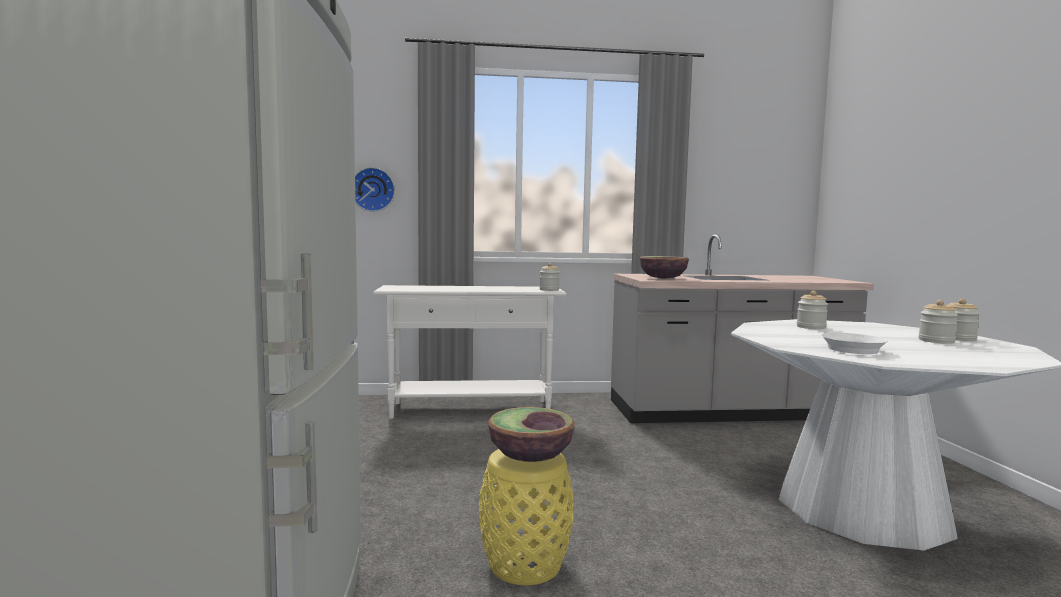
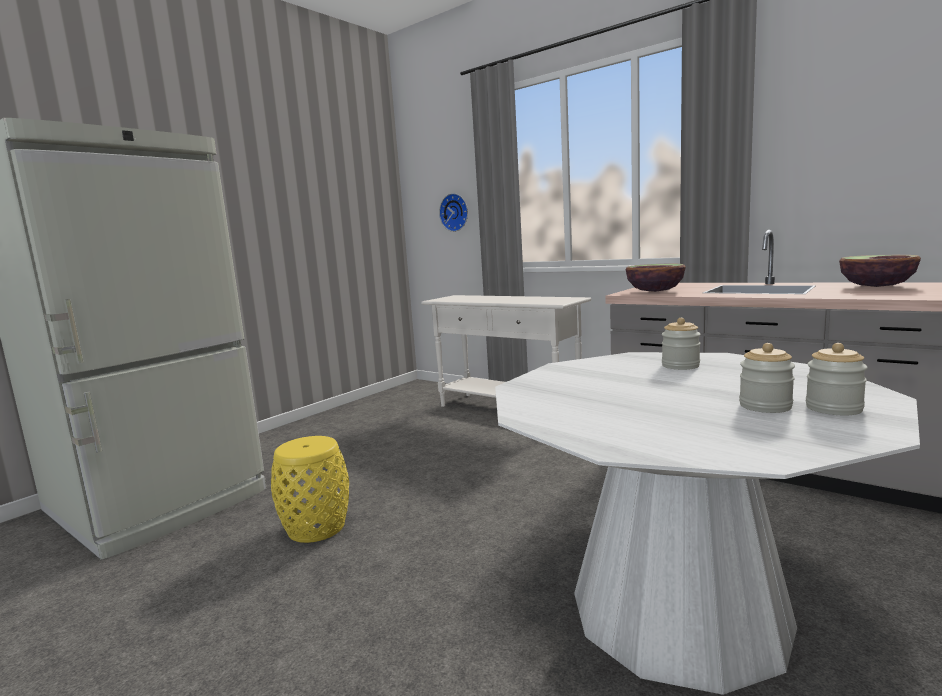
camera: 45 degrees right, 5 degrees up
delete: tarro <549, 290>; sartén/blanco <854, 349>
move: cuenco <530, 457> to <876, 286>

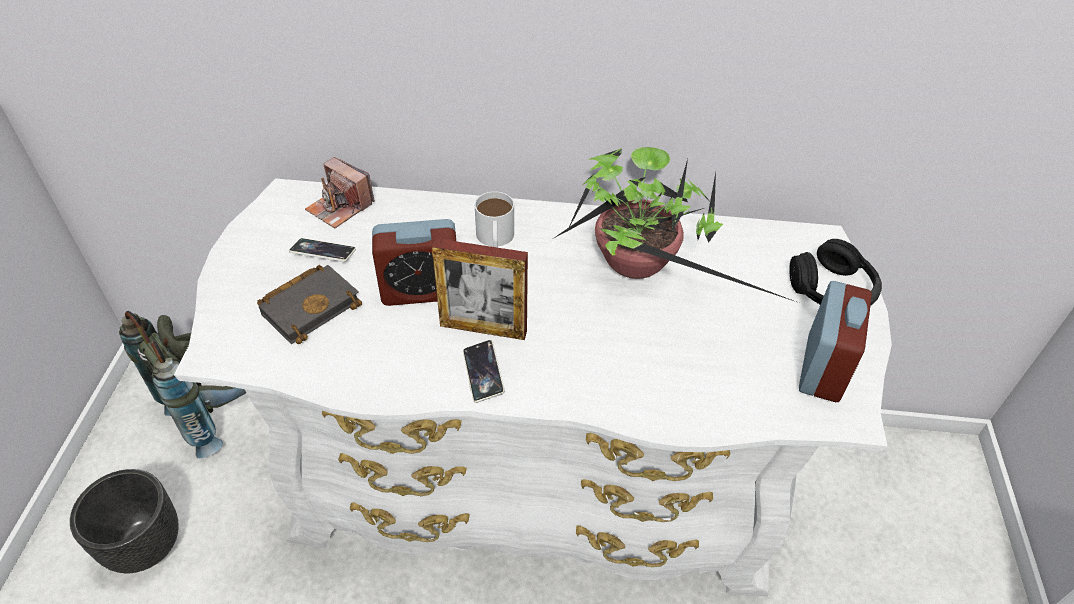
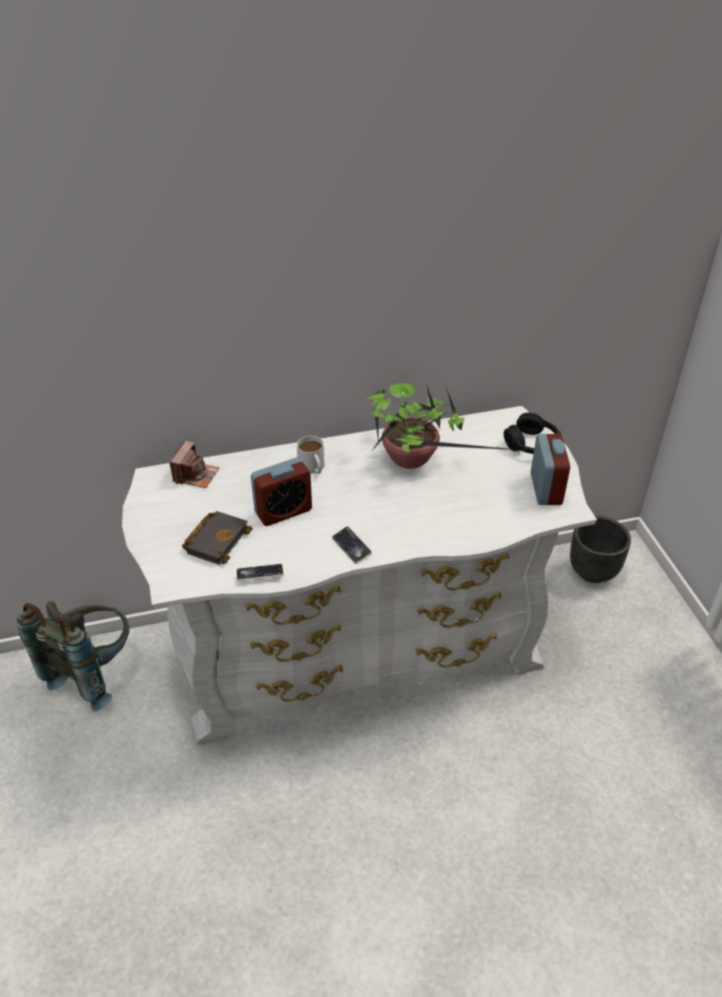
camera: 20 degrees left, 5 degrees down
delete: portarretratos <483, 328>
move: móvil <323, 253> to <260, 574>; maceta/negro <147, 545> to <593, 571>
rotate: cámara <340, 207> = <195, 475> 90 degrees counterclockwise

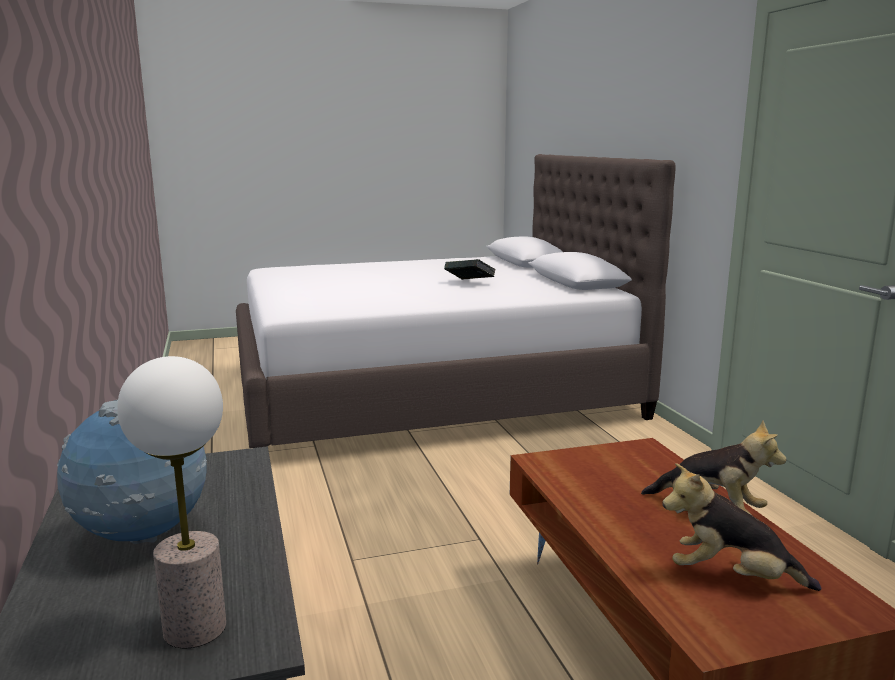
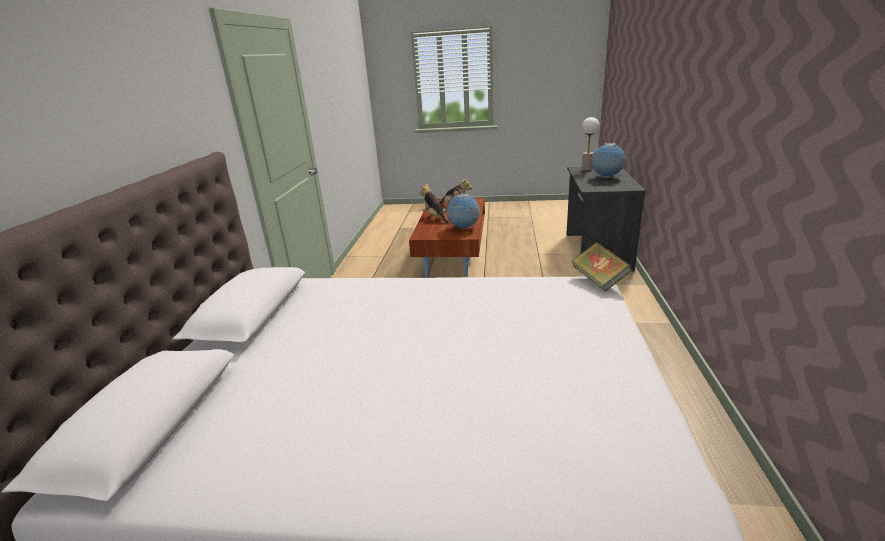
camera: 155 degrees left, 10 degrees up
insert: globo terráqueo <463, 228>
move: libro <469, 283> to <599, 280>

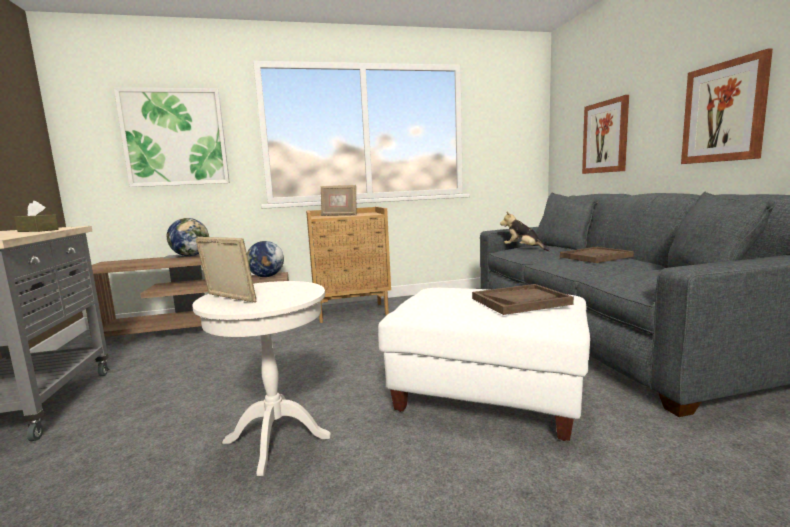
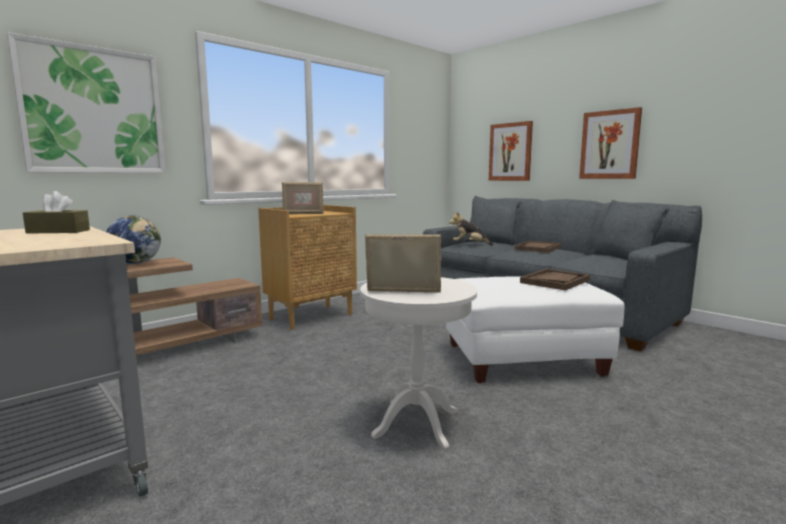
camera: 30 degrees left, 0 degrees up
delete: globo terráqueo <266, 276>

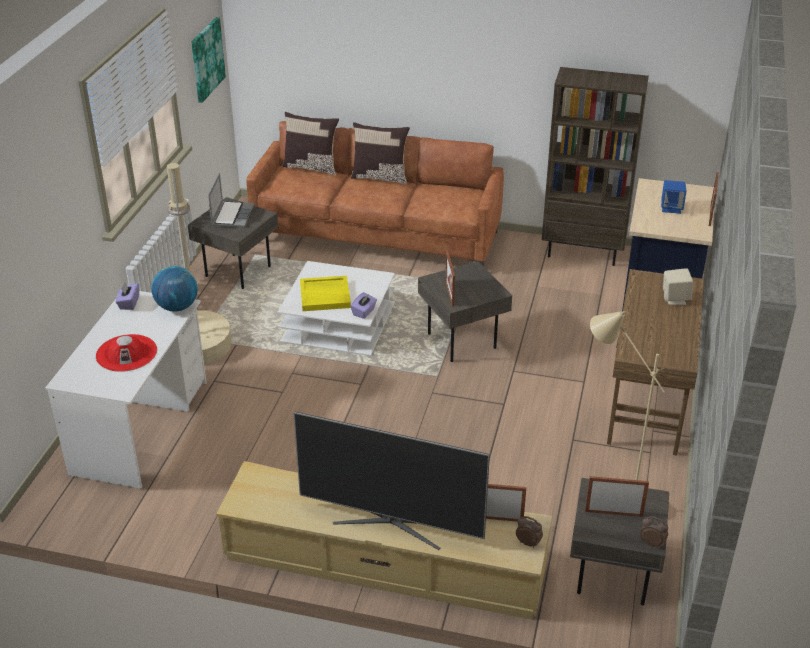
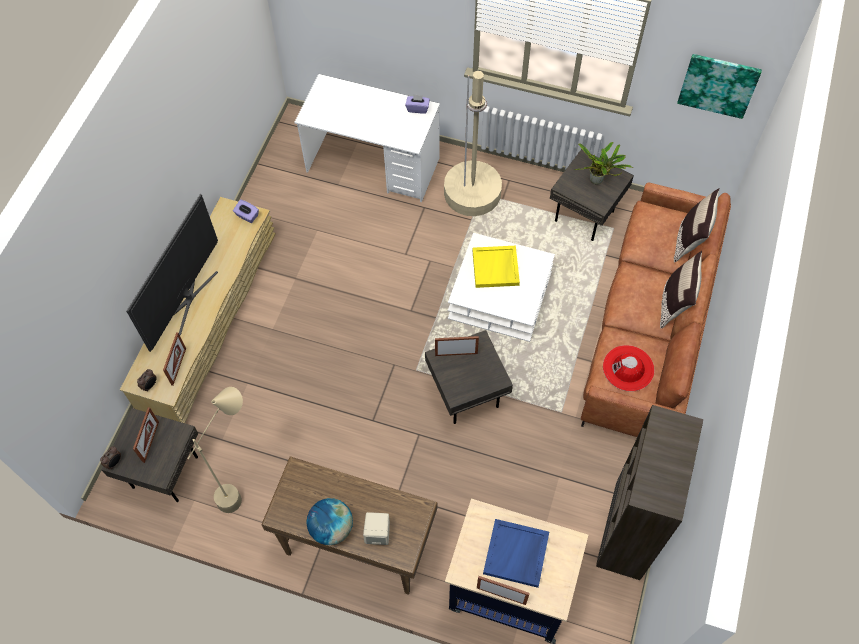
camera: 95 degrees right, 25 degrees up
move: caja de pañuelos/morado <364, 312> to <247, 216>; globo terráqueo <177, 307> to <331, 528>; sombrero/rojo <126, 353> to <628, 368>
replace: altavoz/azul <671, 208> to bandeja/azul <516, 554>; portátil <232, 215> to planta en maceta <598, 181>

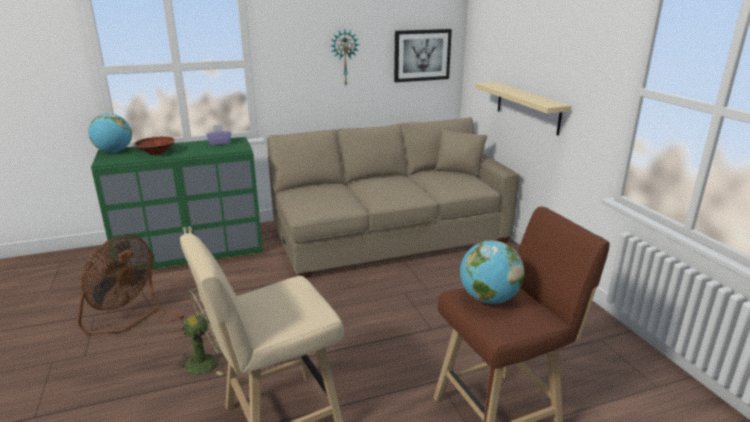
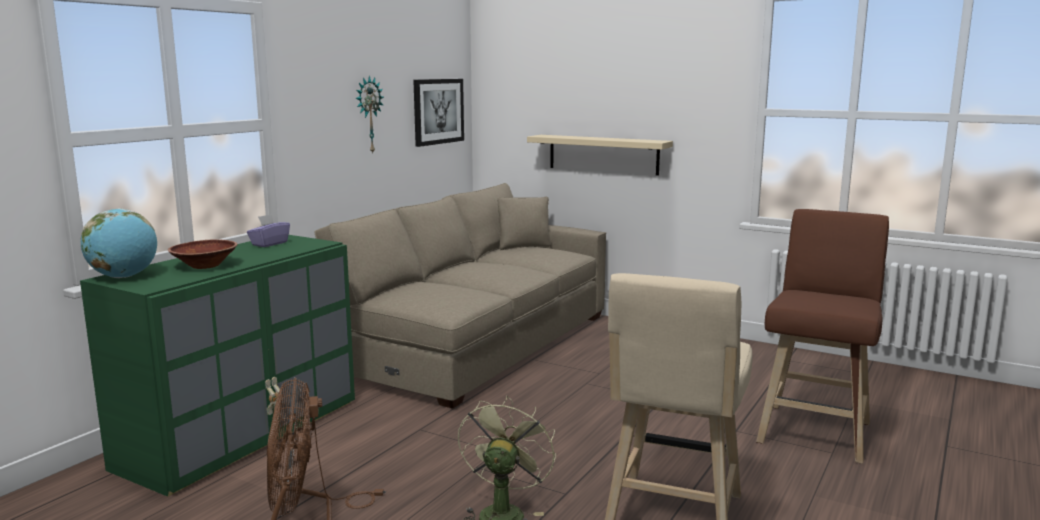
camera: 40 degrees left, 10 degrees down
delete: globo terráqueo <488, 299>

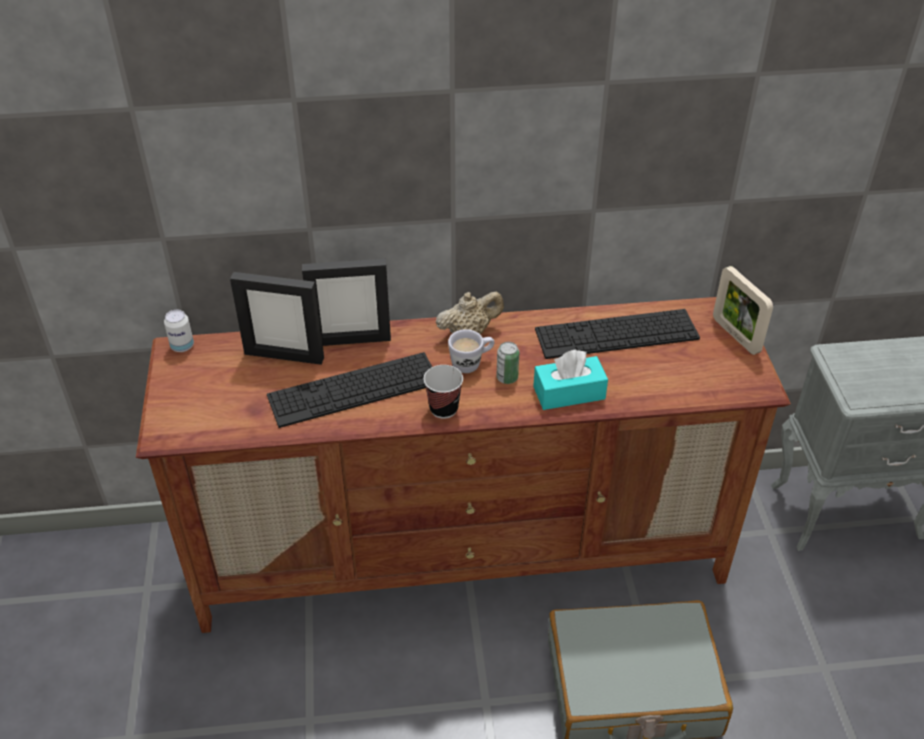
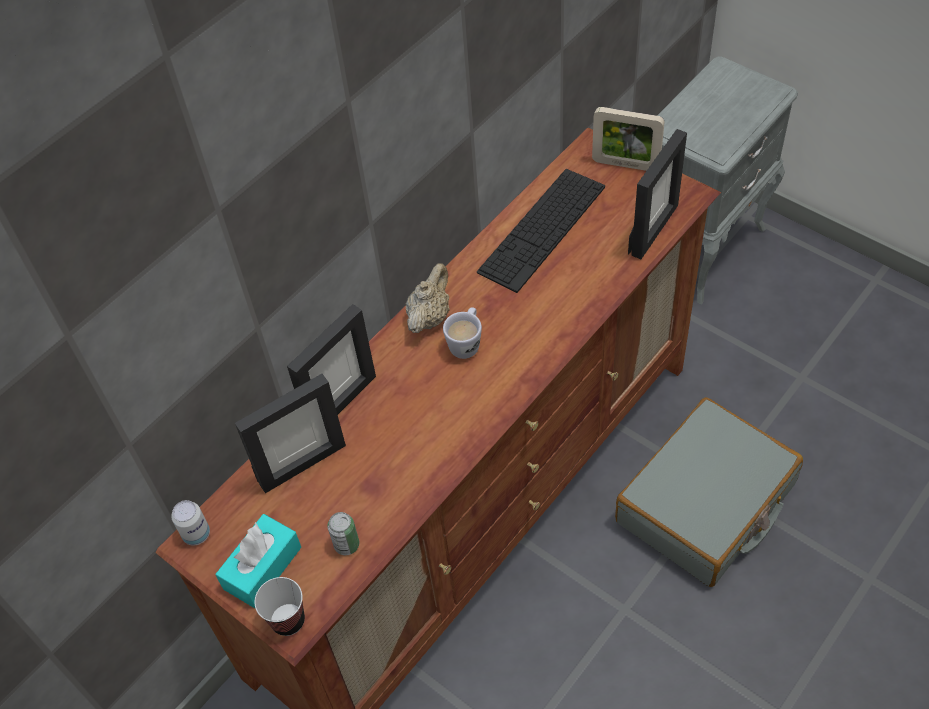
camera: 40 degrees left, 10 degrees up
delete: teclado <354, 389>
insert: portarretratos <653, 229>
move: caja de pañuelos/turquesa <569, 393> to <262, 568>; taza <443, 409> to <288, 620>; lata <507, 378> to <347, 545>

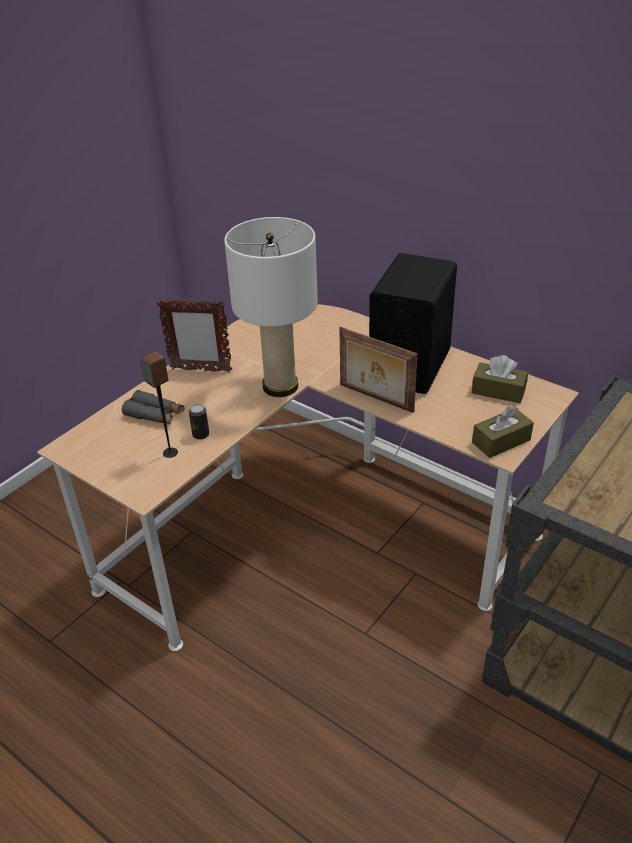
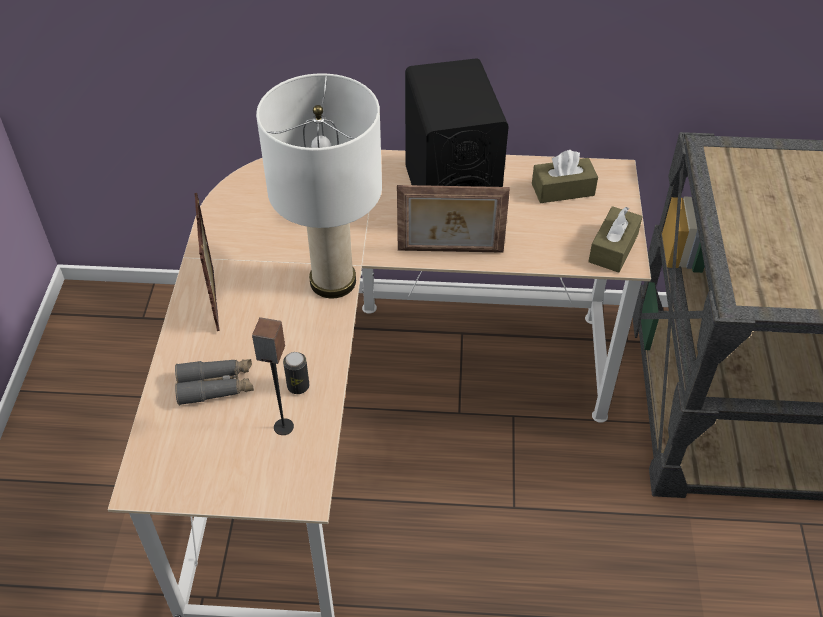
camera: 35 degrees left, 10 degrees up
rotate: portarretratos <200, 370> = <216, 300> 105 degrees clockwise

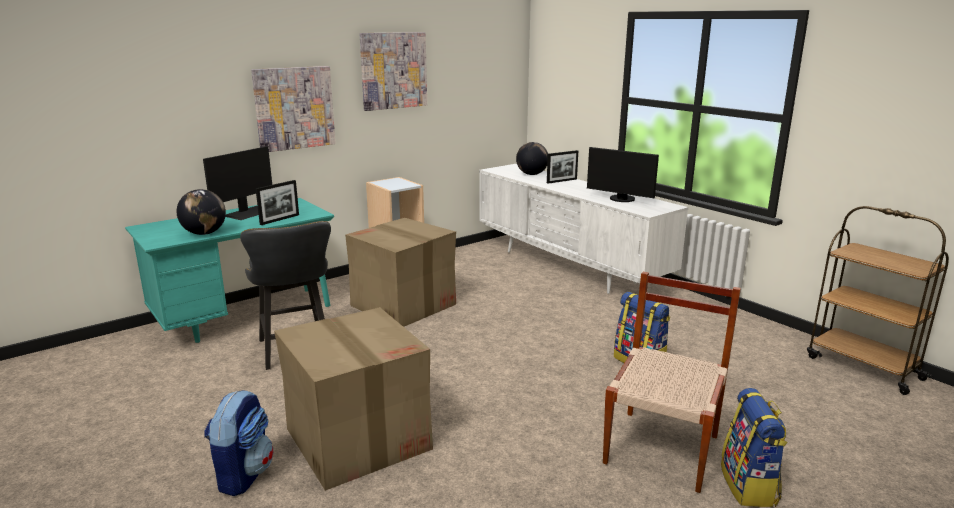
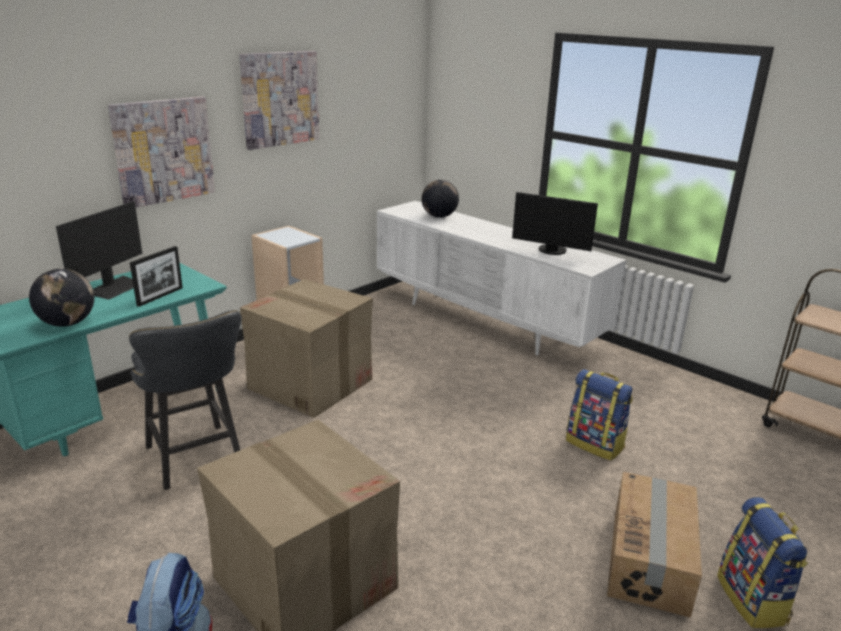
camera: 10 degrees left, 5 degrees up
delete: portarretratos <561, 181>
replace: silla <662, 448> to caja de cartón <650, 559>

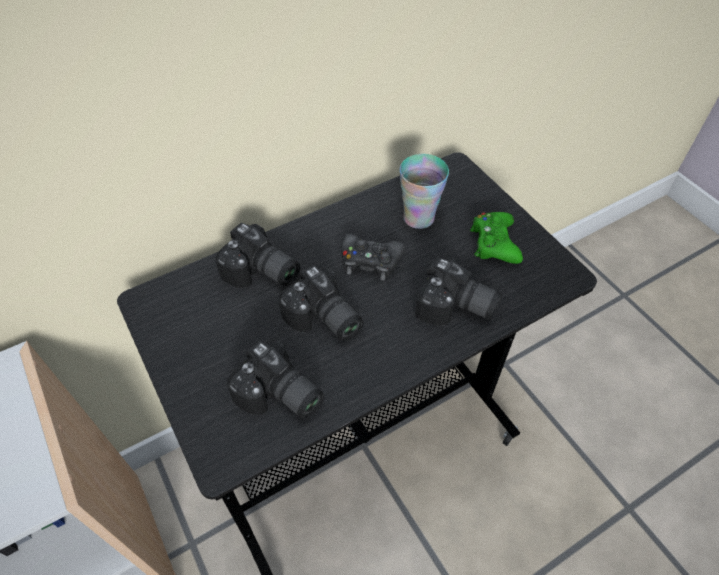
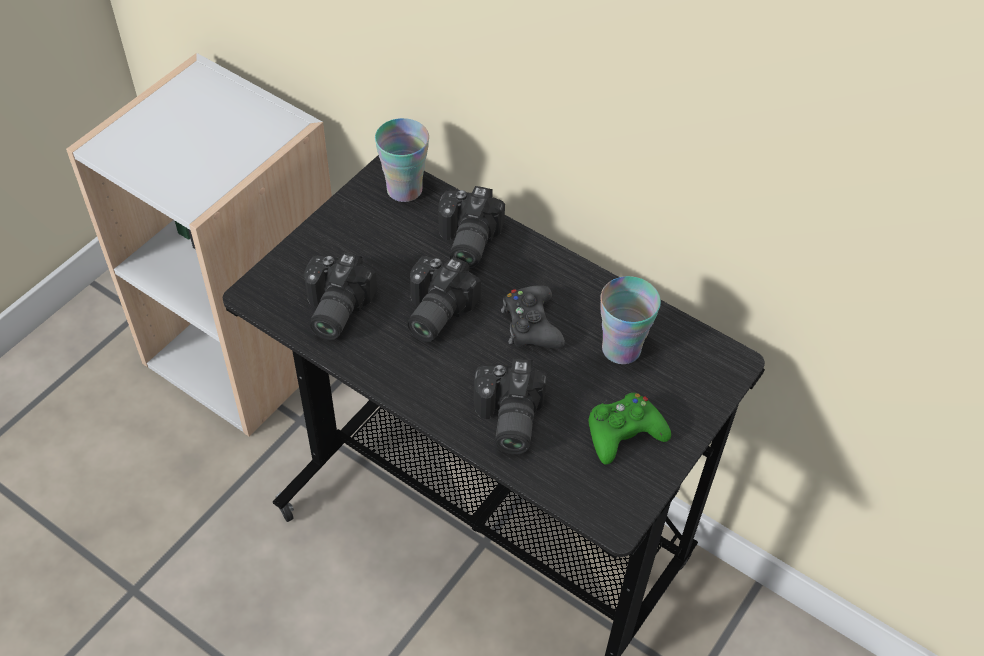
camera: 65 degrees right, 0 degrees up
insert: taza <404, 189>

